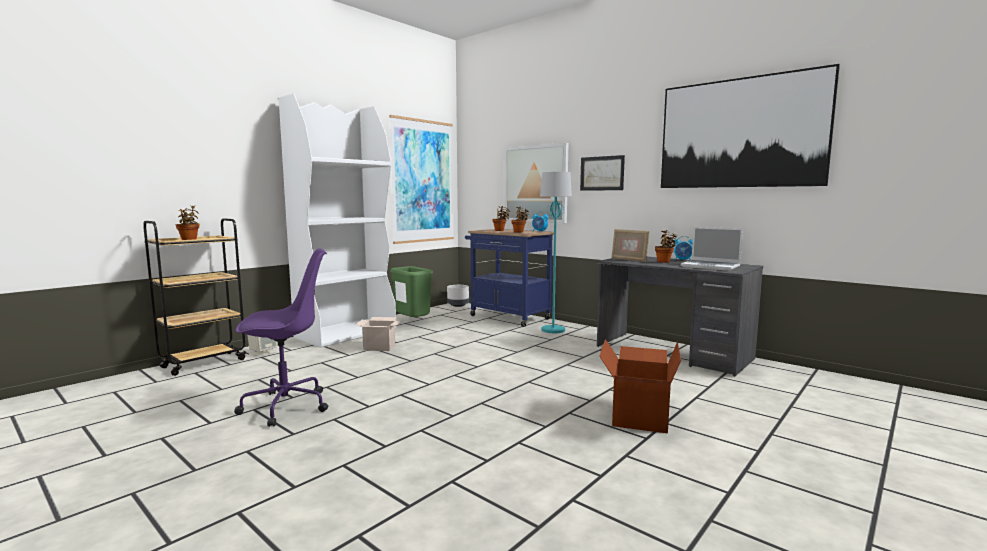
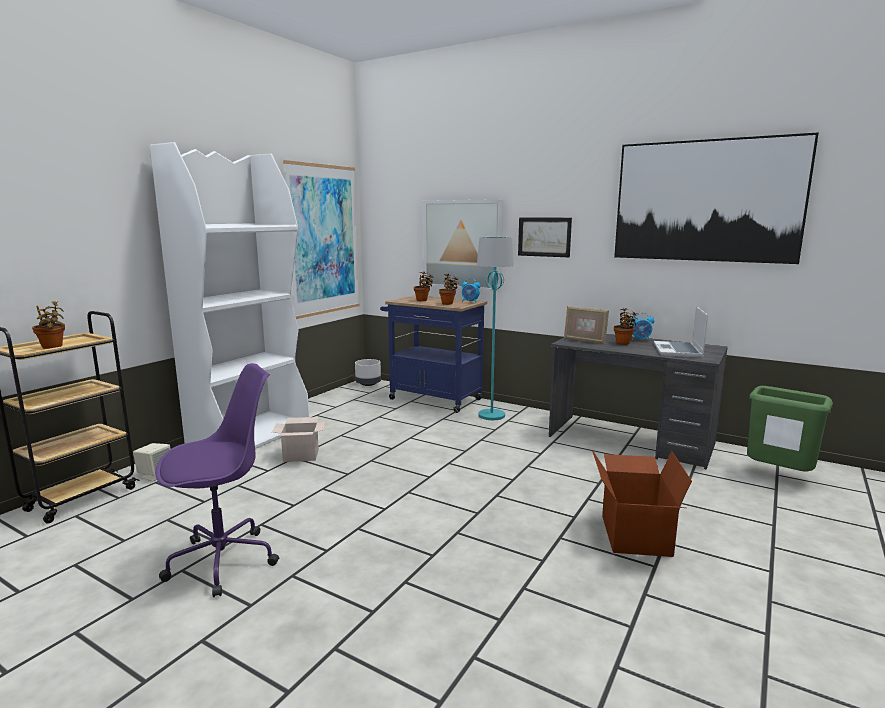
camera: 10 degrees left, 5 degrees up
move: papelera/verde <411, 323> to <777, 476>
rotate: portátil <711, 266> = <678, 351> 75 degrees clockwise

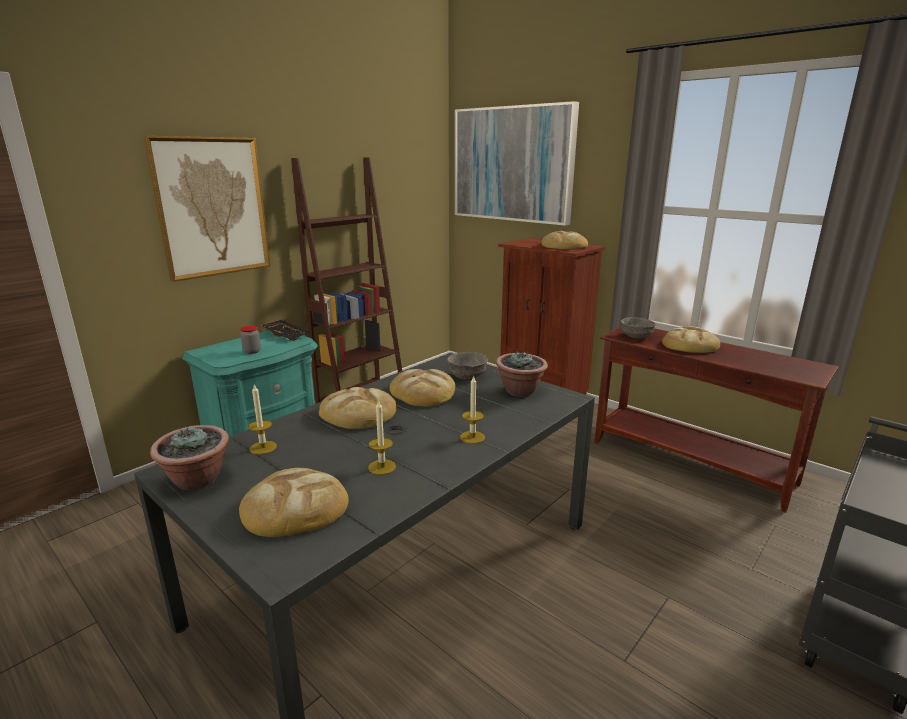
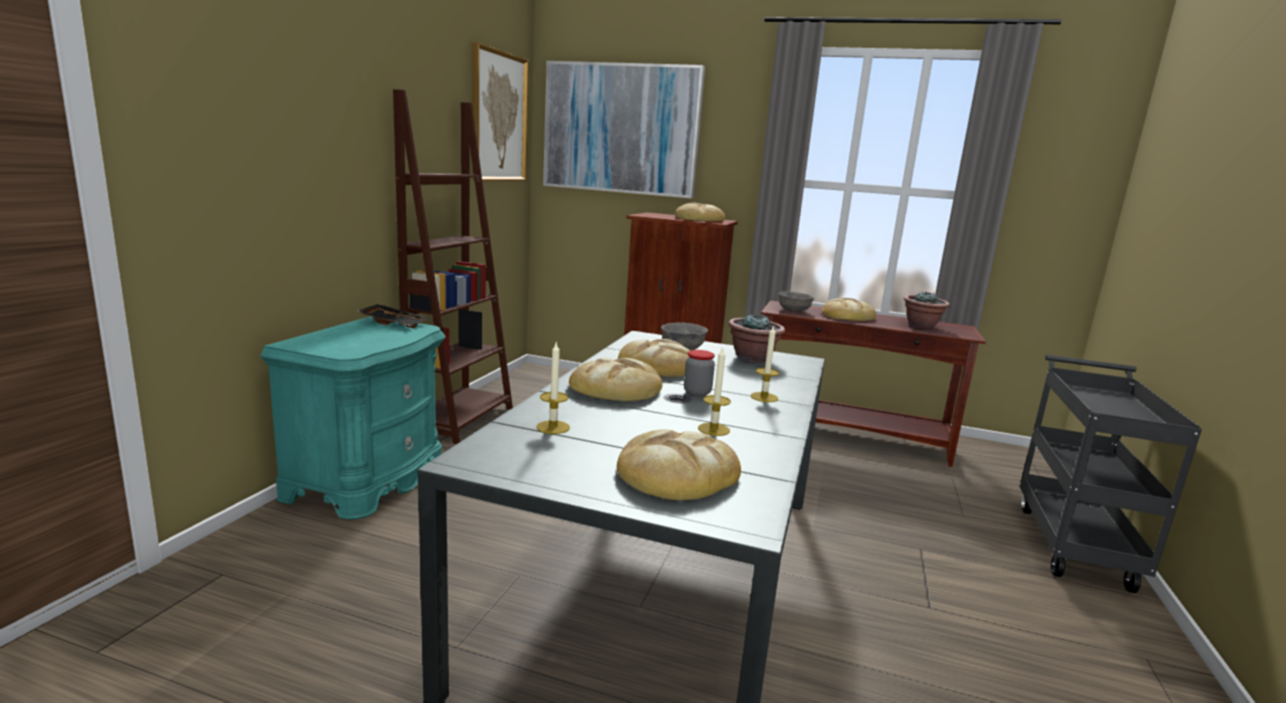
camera: 25 degrees left, 5 degrees down
move: cuadro <212, 207> to <499, 117>; tarro <252, 351> to <697, 392>; planta en maceta <197, 480> to <921, 326>

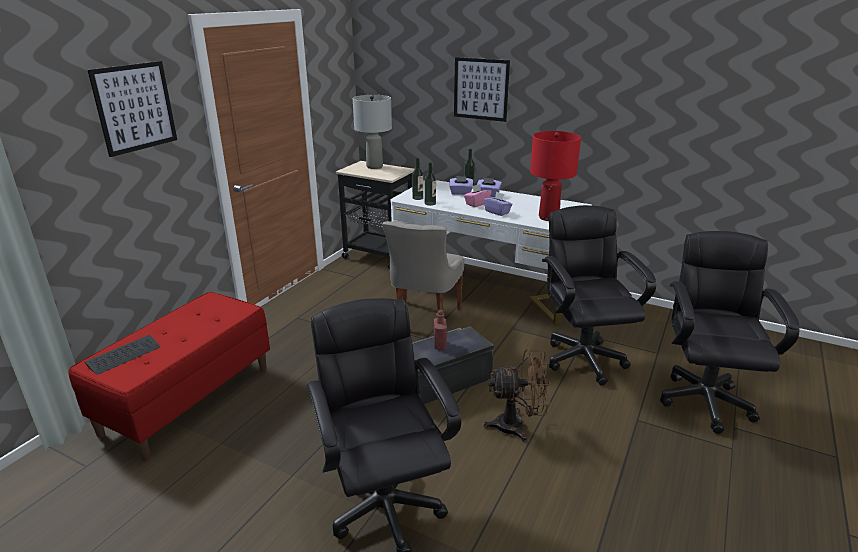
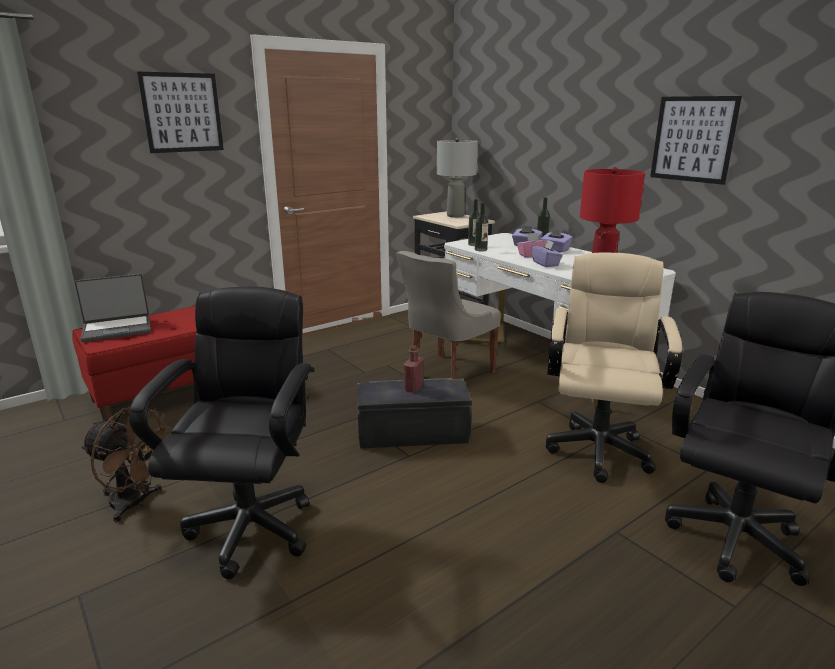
camera: 25 degrees right, 5 degrees down
move: ventilador/marrón <517, 426> to <136, 504>; cuadro <481, 89> to <693, 139>
replace: teclado <124, 355> to portátil <117, 329>
recolor: silla de oficina/negro <581, 358> to silla de oficina/beis <597, 449>

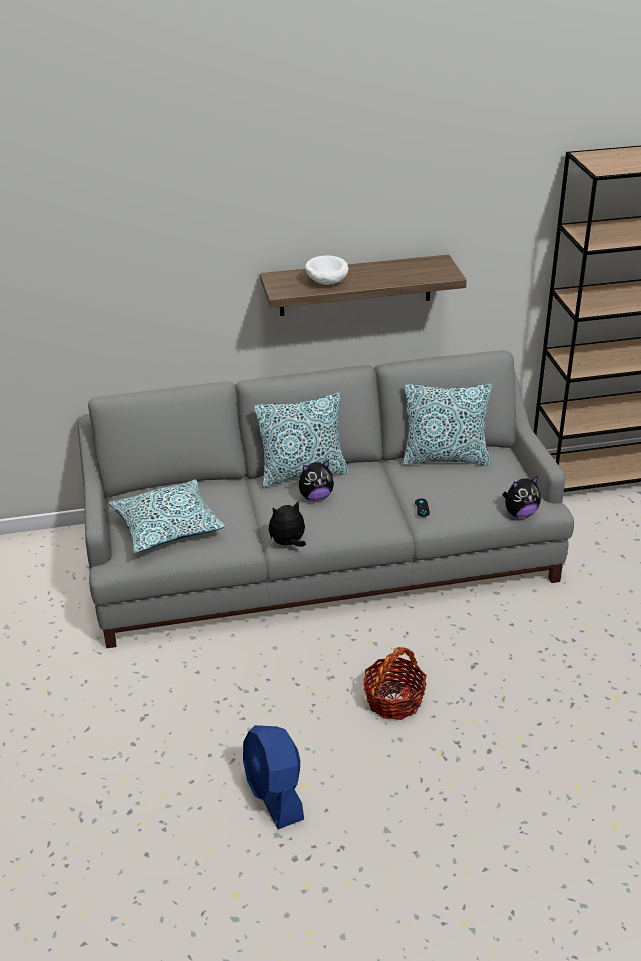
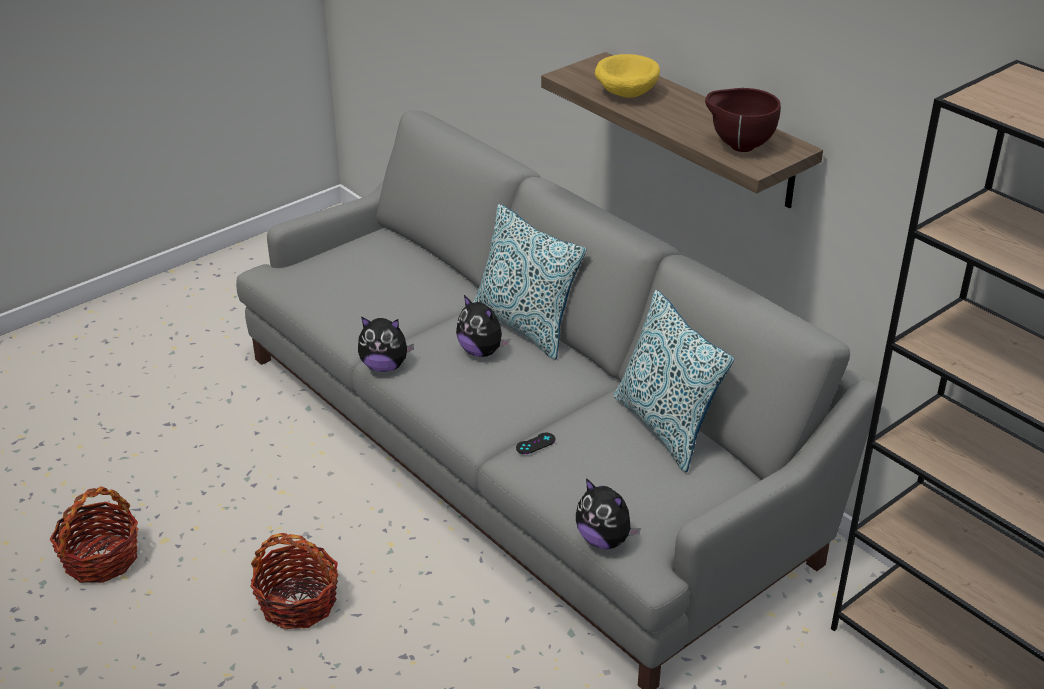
camera: 60 degrees right, 0 degrees up
delete: cojín <167, 527>
insert: cuenco/marrón <738, 146>
replace: ventilador/azul <274, 794> to cesta <101, 559>
recolor: cuenco/blanco <326, 283> to cuenco/amarillo <625, 94>
rotate: peluche <288, 543> = <384, 366> 150 degrees clockwise

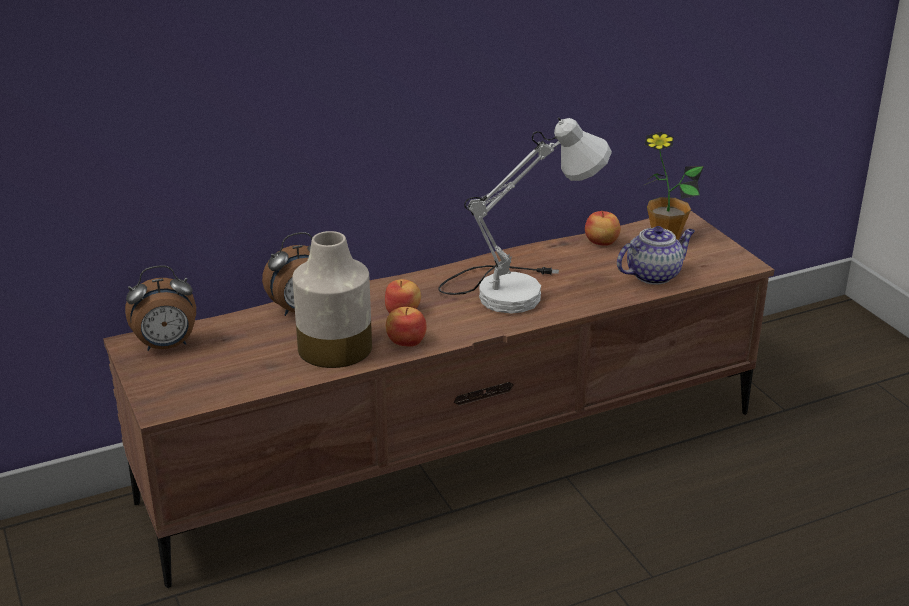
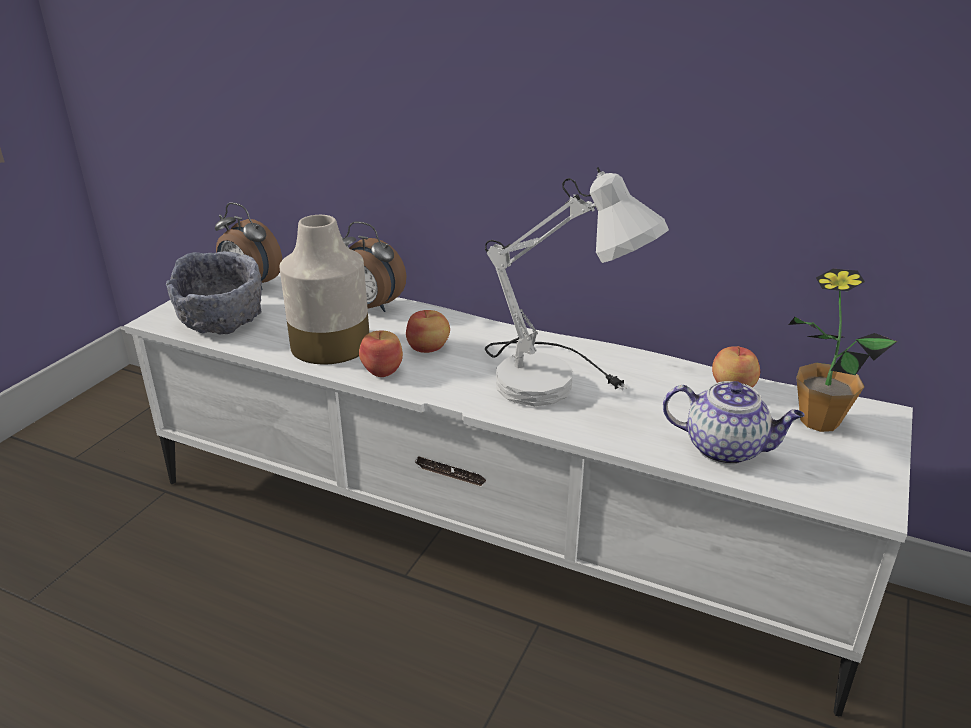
camera: 50 degrees right, 0 degrees up
insert: cuenco/gris <222, 320>
recolor: mueble de televisión/marrón <455, 452> to mueble de televisión/blanco <487, 531>

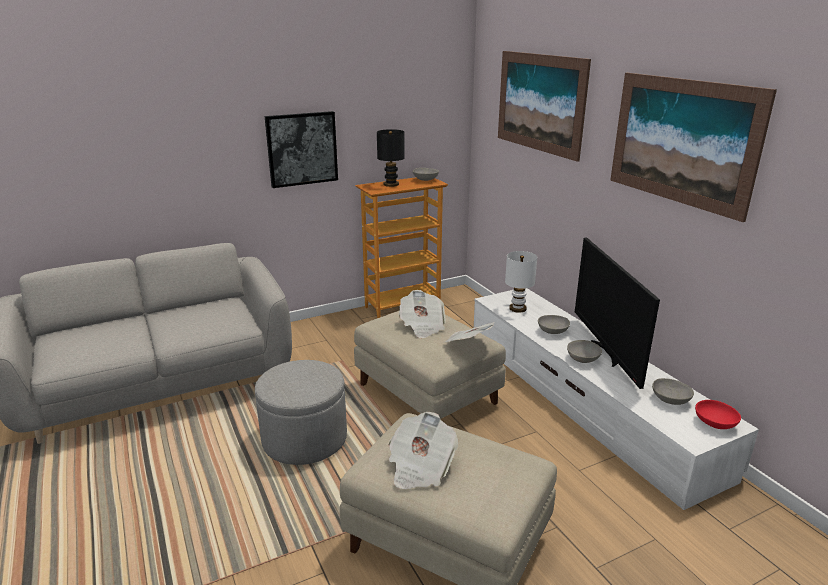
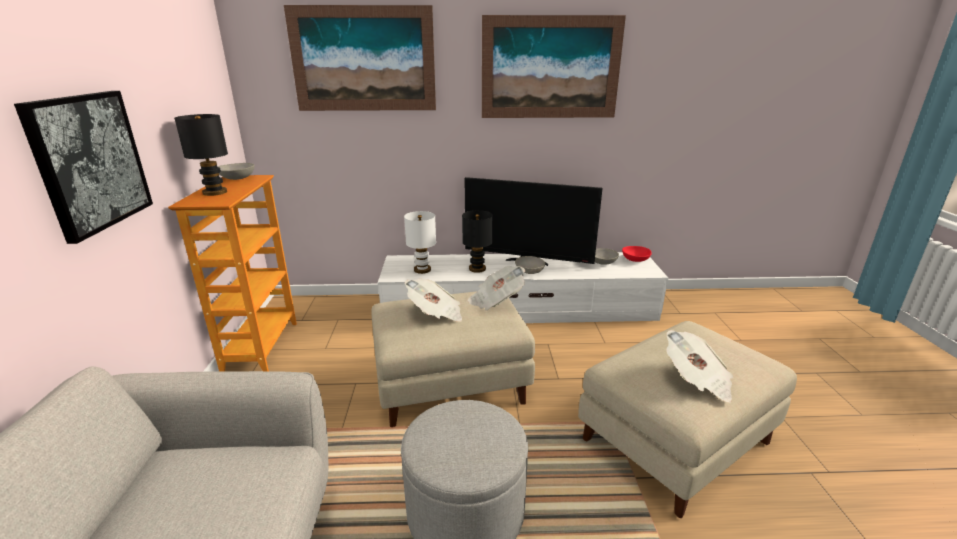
camera: 65 degrees left, 0 degrees up
replace: cuenco/gris <552, 331> to lámpara de mesa/negro <477, 269>

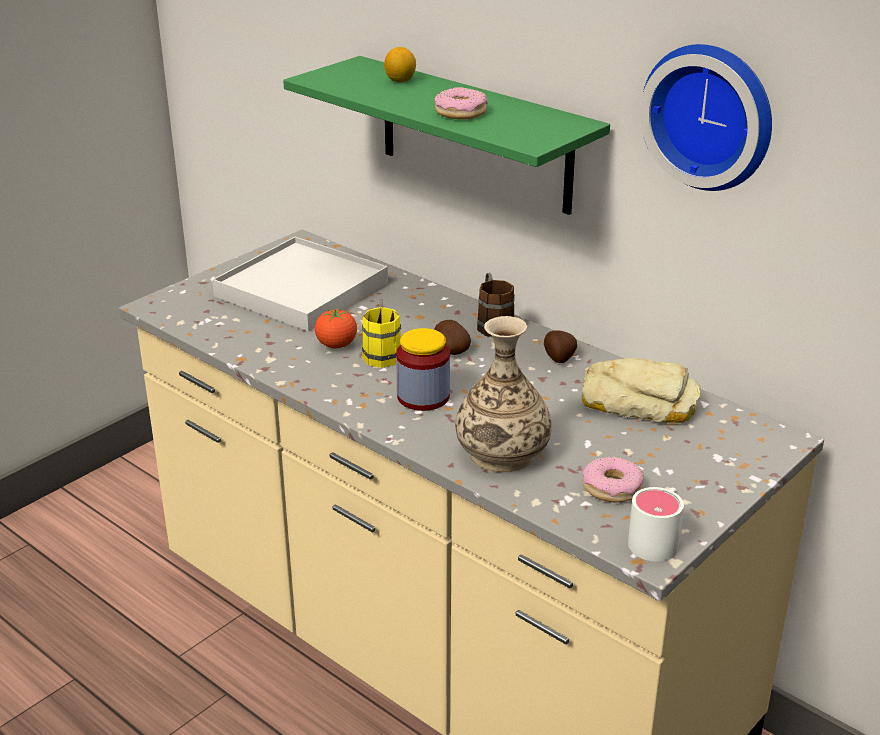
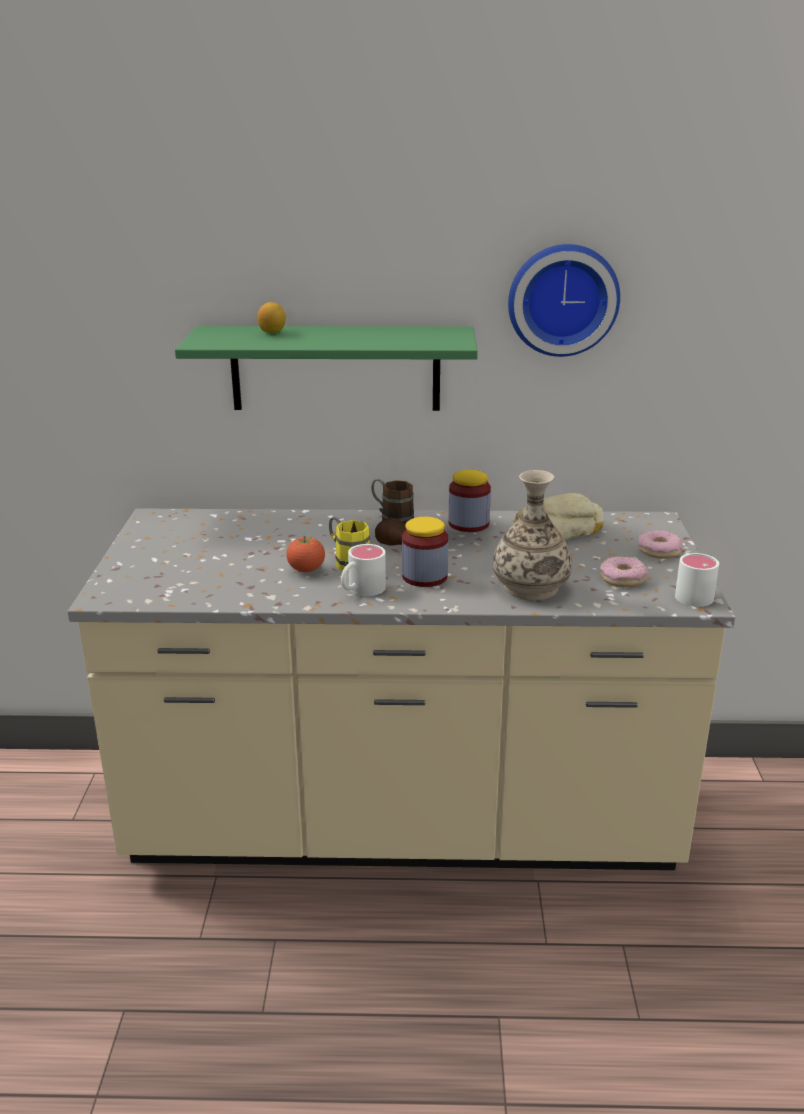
camera: 40 degrees left, 5 degrees down
delete: bandeja/blanco <302, 290>
insert: taza grande/blanco <361, 590>
move: rosquilla <460, 112> to <659, 551>
replace: patata <559, 358> to tarro <468, 524>

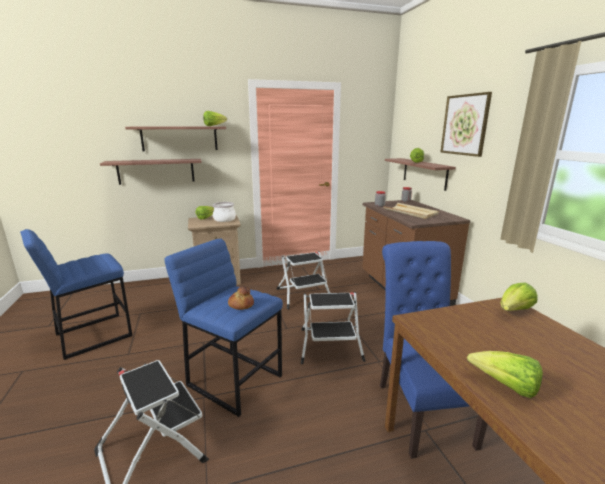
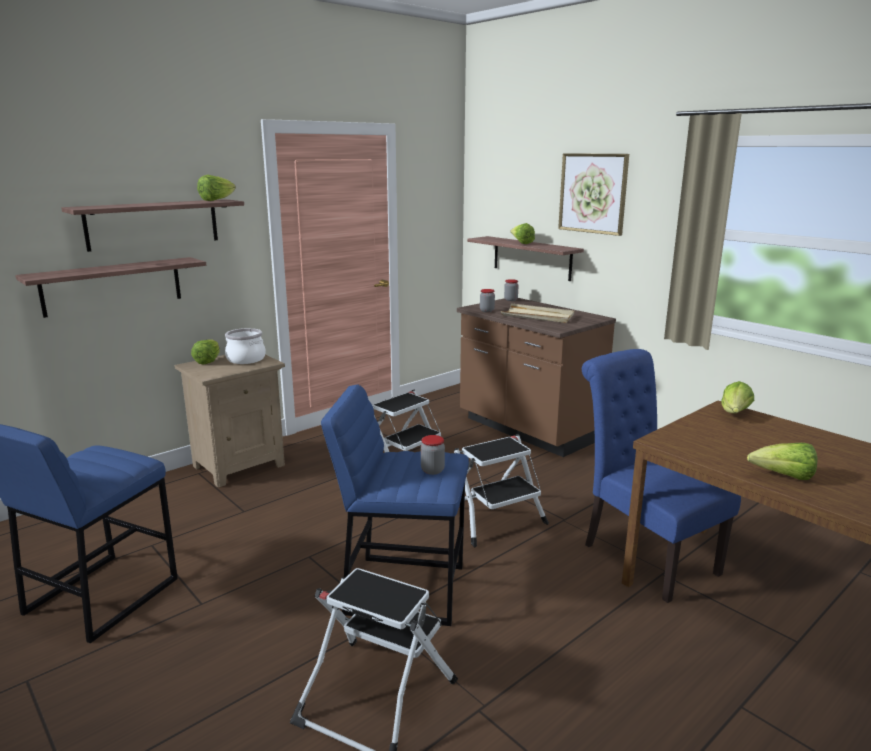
camera: 25 degrees left, 0 degrees up
replace: pan <241, 305> to tarro <432, 470>

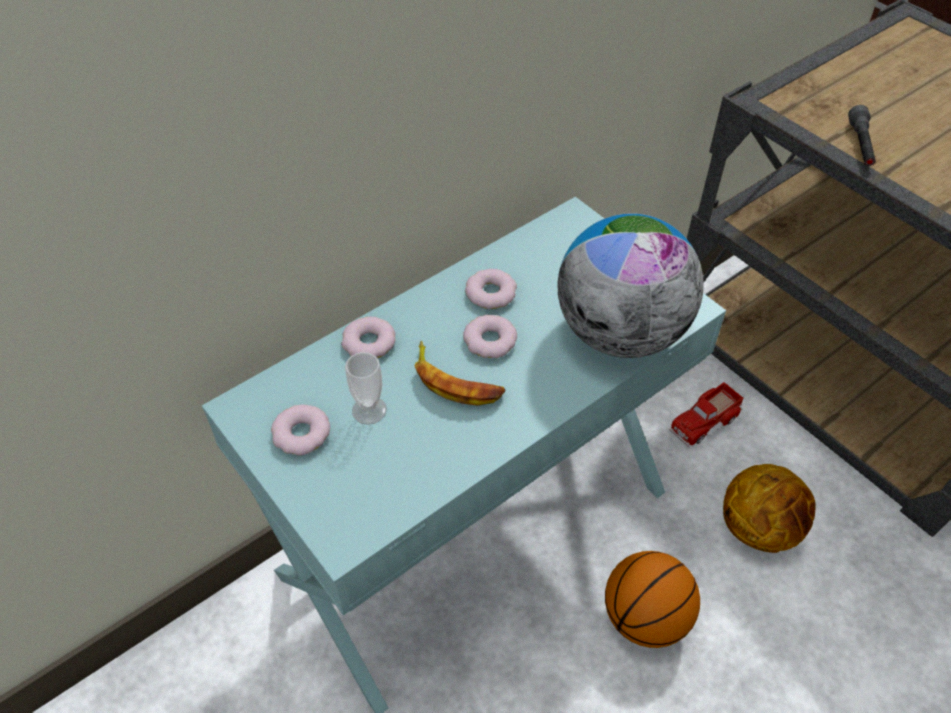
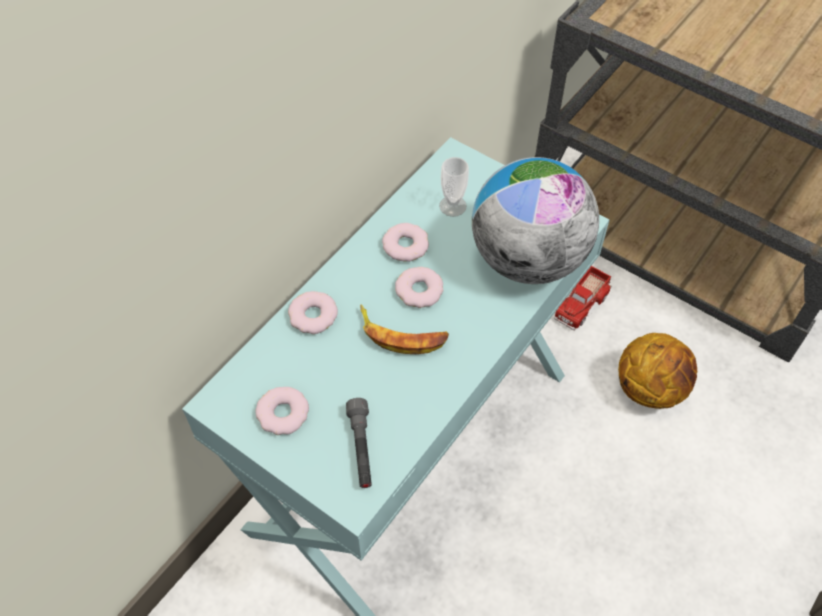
camera: 15 degrees left, 5 degrees up
delete: balón de baloncesto <645, 618>
move: linterna/gris <860, 145> to <361, 448>; taza <369, 410> to <452, 206>

